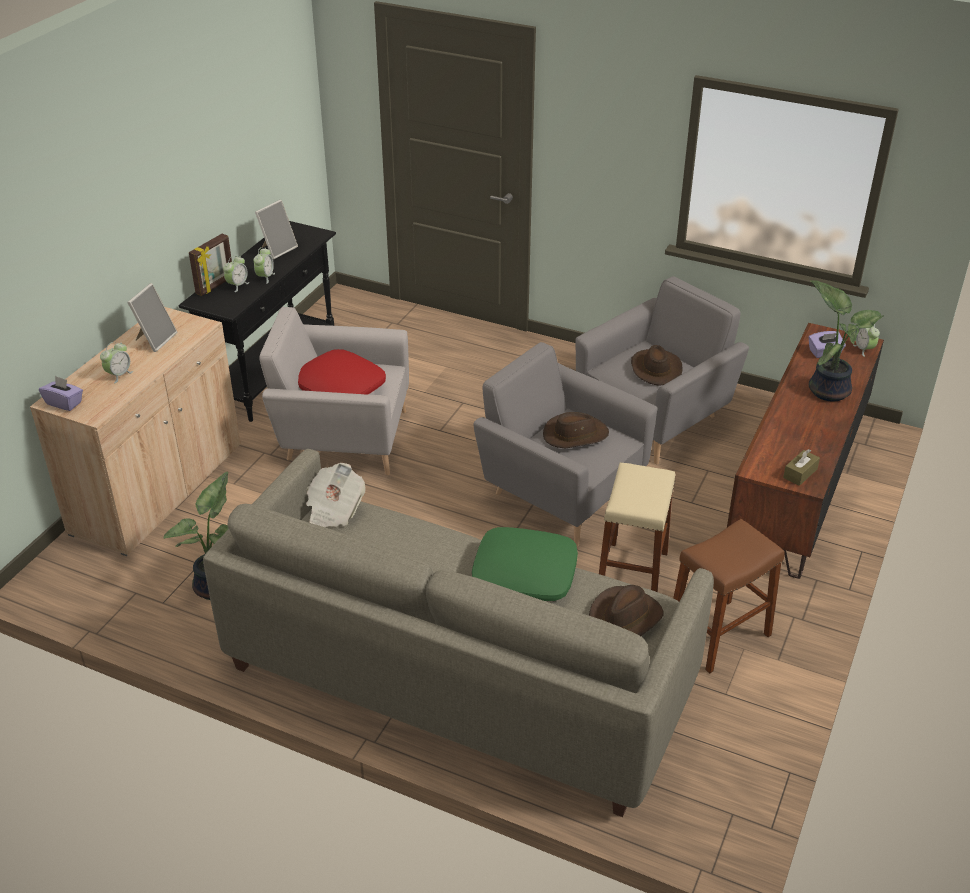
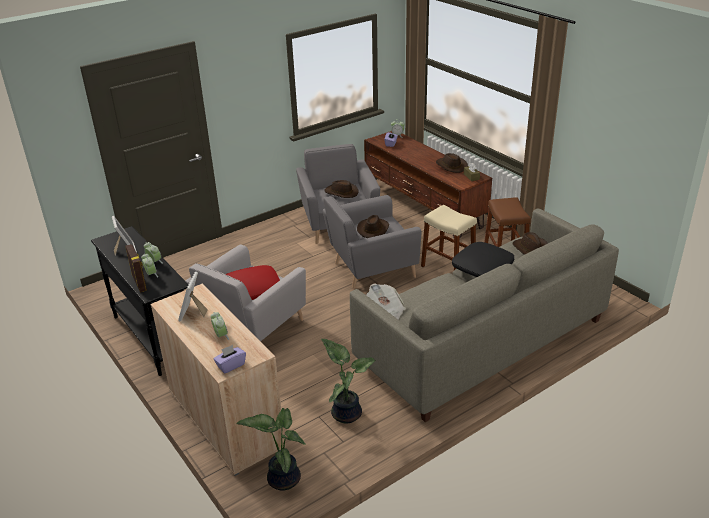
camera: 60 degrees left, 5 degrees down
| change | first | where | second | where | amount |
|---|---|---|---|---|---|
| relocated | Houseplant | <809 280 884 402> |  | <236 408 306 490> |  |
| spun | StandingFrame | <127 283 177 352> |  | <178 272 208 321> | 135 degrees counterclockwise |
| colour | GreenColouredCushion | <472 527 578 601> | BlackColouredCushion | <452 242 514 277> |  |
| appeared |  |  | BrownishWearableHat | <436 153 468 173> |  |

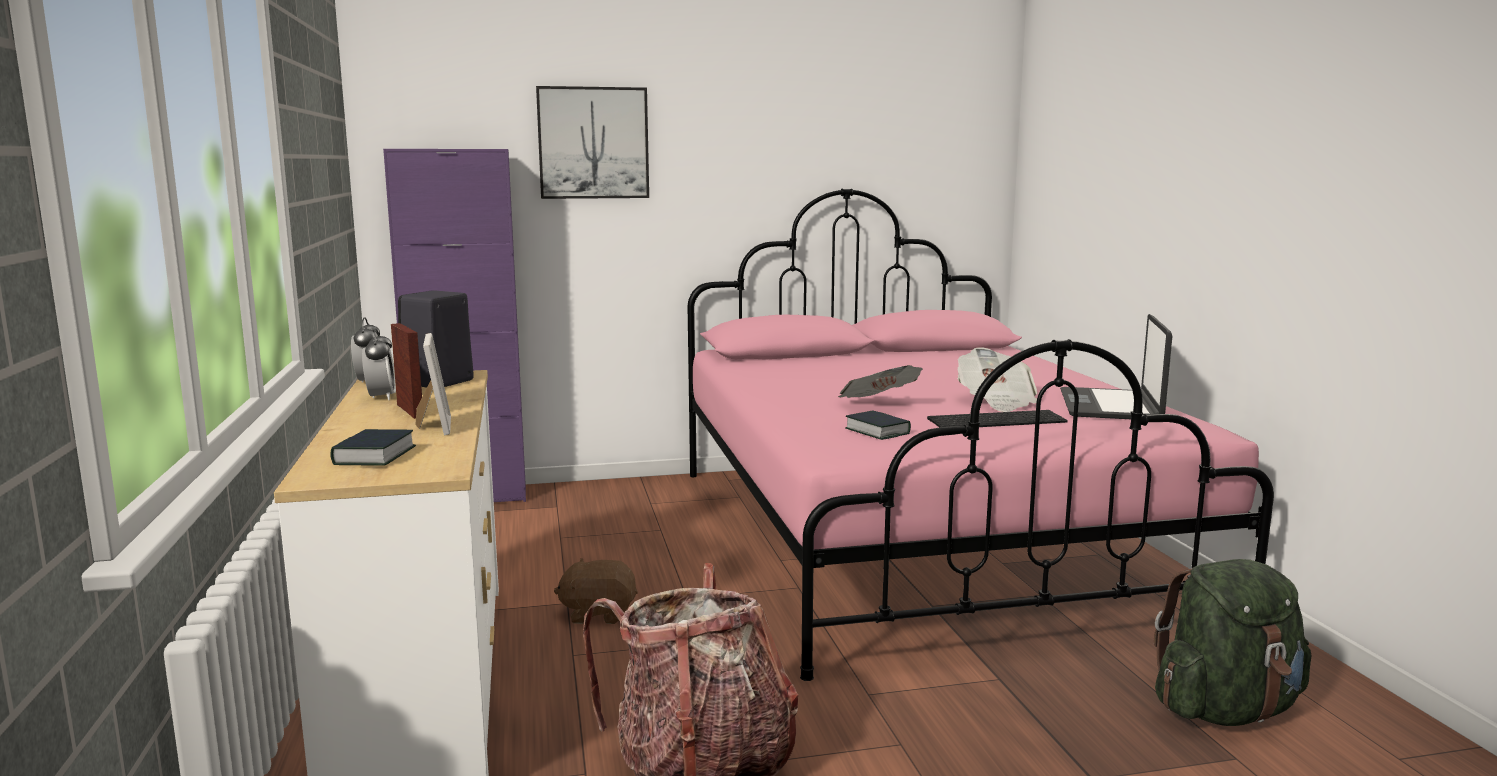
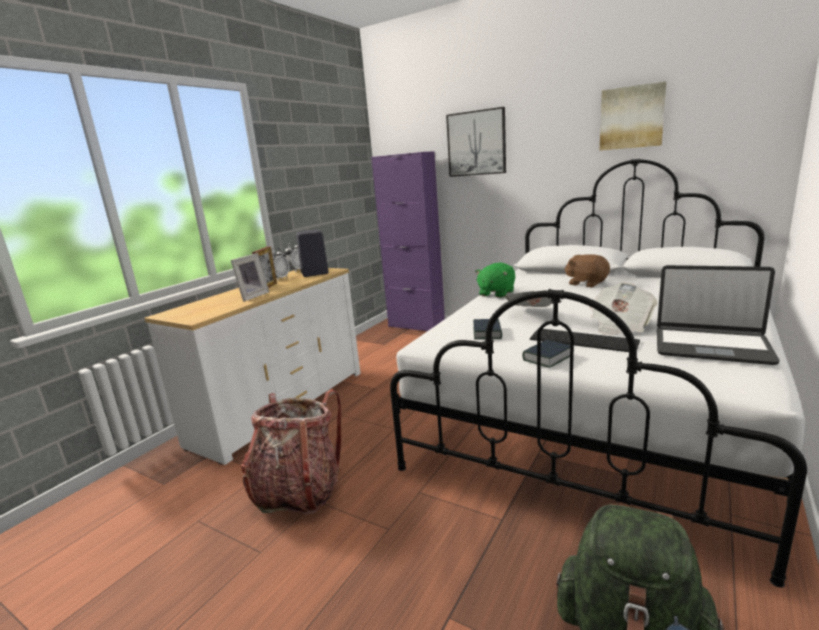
camera: 45 degrees right, 5 degrees up
| change | first | where | second | where | amount |
|---|---|---|---|---|---|
| colour | PinkColouredBedroomBed | <688 189 1274 681> | WhitishBedroomBed | <390 159 807 588> |  |
| spun | Laptop | <1060 314 1172 419> |  | <657 265 780 365> | 120 degrees counterclockwise |
| relocated | BoundBook | <330 429 416 466> |  | <522 340 570 368> |  |
| relocated | BrownishCuddlyToy | <554 558 638 624> |  | <565 254 610 287> |  |
| appeared |  |  | WallPicture | <599 81 667 151> |  |
| appeared |  |  | GreenColouredCuddlyToy | <475 262 515 298> |  |

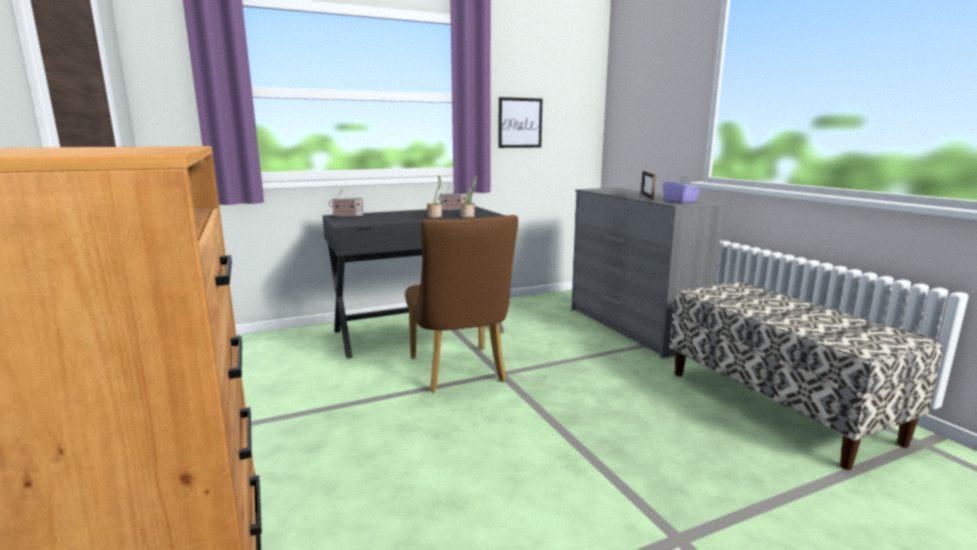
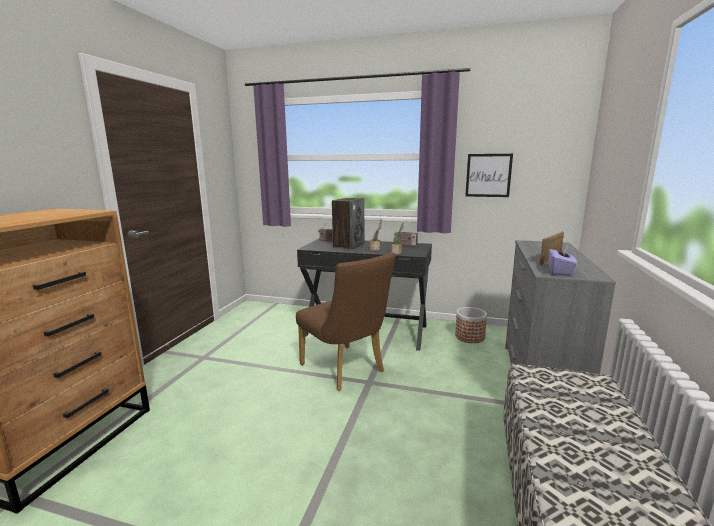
camera: 40 degrees right, 0 degrees up
| change | first | where | second | where | amount |
|---|---|---|---|---|---|
| spun | BrownishPlainChair | <405 215 518 392> |  | <296 253 396 391> | 60 degrees counterclockwise |
| appeared |  |  | Speaker | <332 198 364 250> |  |
| appeared |  |  | Planter | <455 307 487 343> |  |

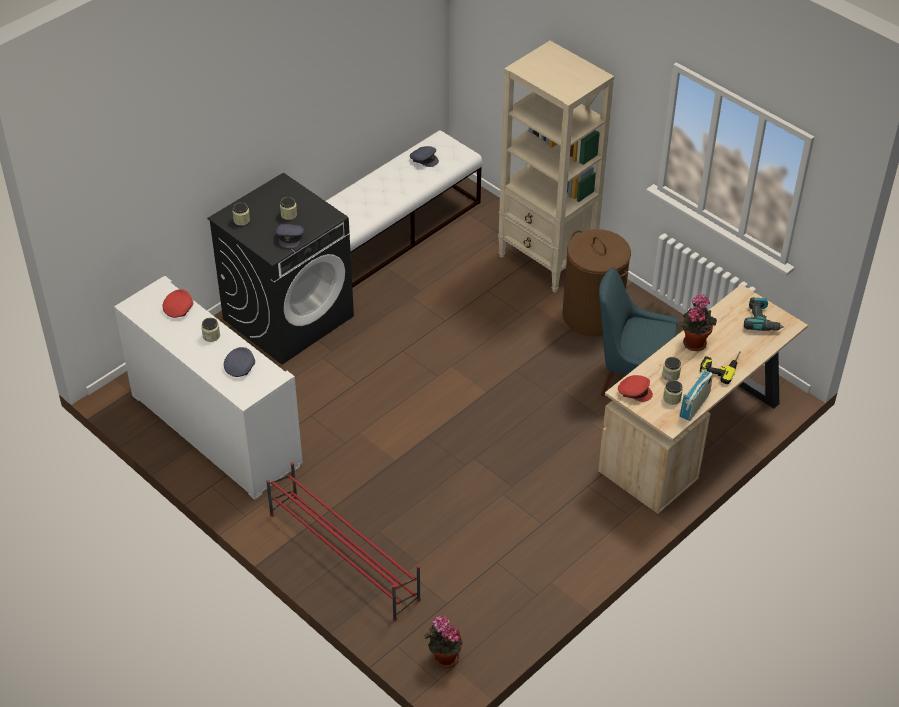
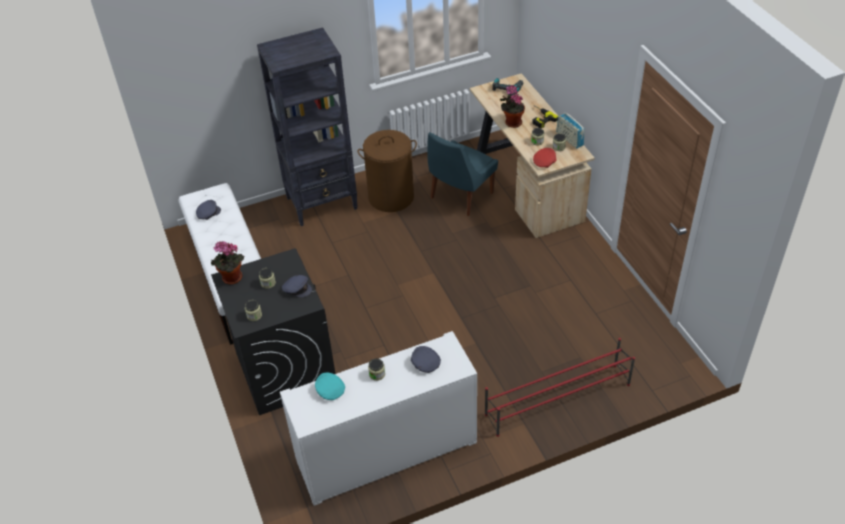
camera: 65 degrees left, 0 degrees up
| change | first | where | second | where | amount |
|---|---|---|---|---|---|
| colour | SandColouredShelvingUnit | <498 41 614 293> | BlackColouredShelvingUnit | <257 27 358 226> |  |
| colour | RedColouredPeakedCap | <162 289 193 318> | BlueGreenPeakedCap | <315 373 345 400> |  |
| relocated | Houseplant | <425 615 463 668> |  | <211 241 244 284> |  |

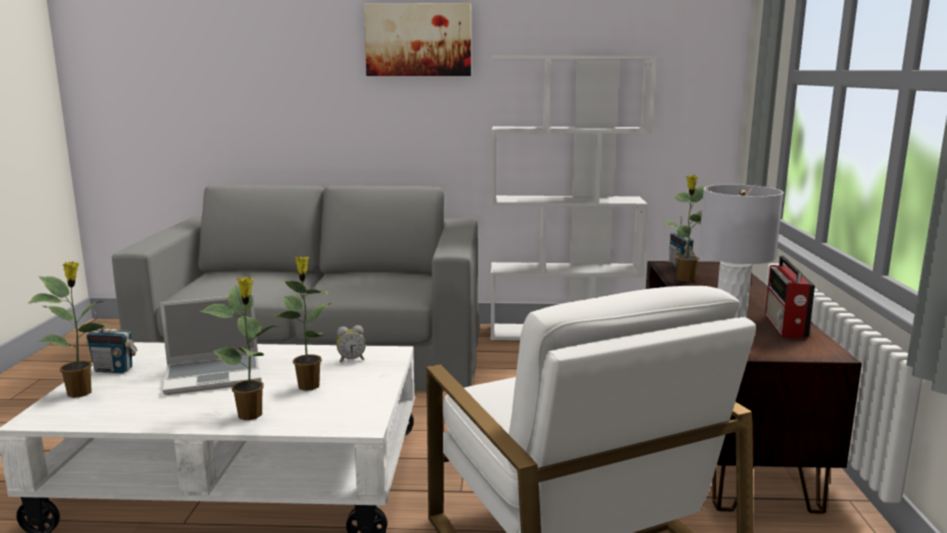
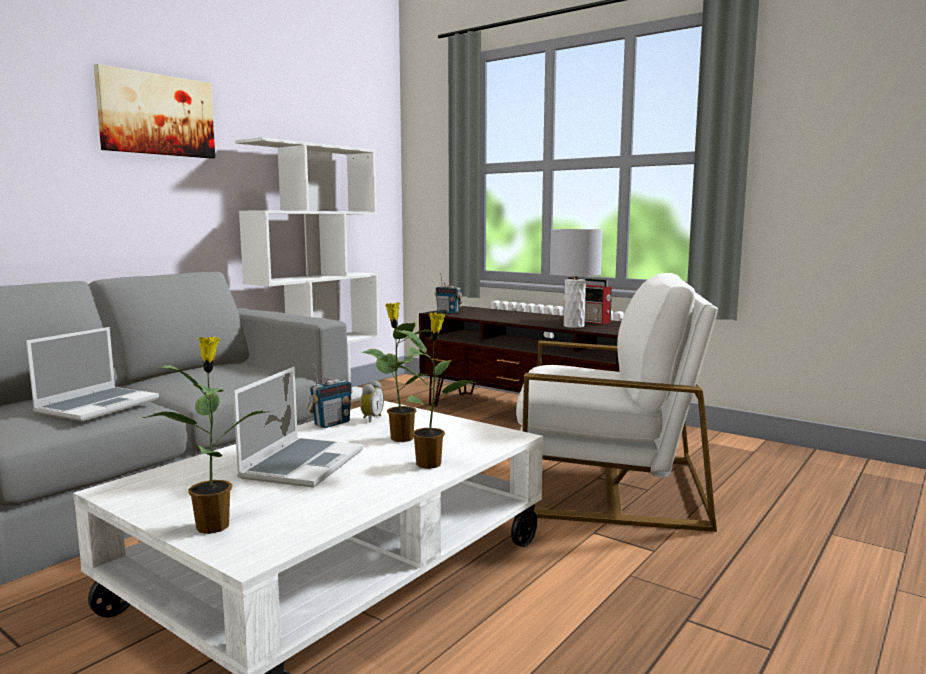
camera: 55 degrees left, 5 degrees down
| change | first | where | second | where | amount |
|---|---|---|---|---|---|
| missing | Houseplant | <662 175 709 282> |  |  |  |
| relocated | Radio | <86 309 137 373> |  | <307 363 352 428> |  |
| appeared |  |  | Laptop | <26 327 159 421> |  |

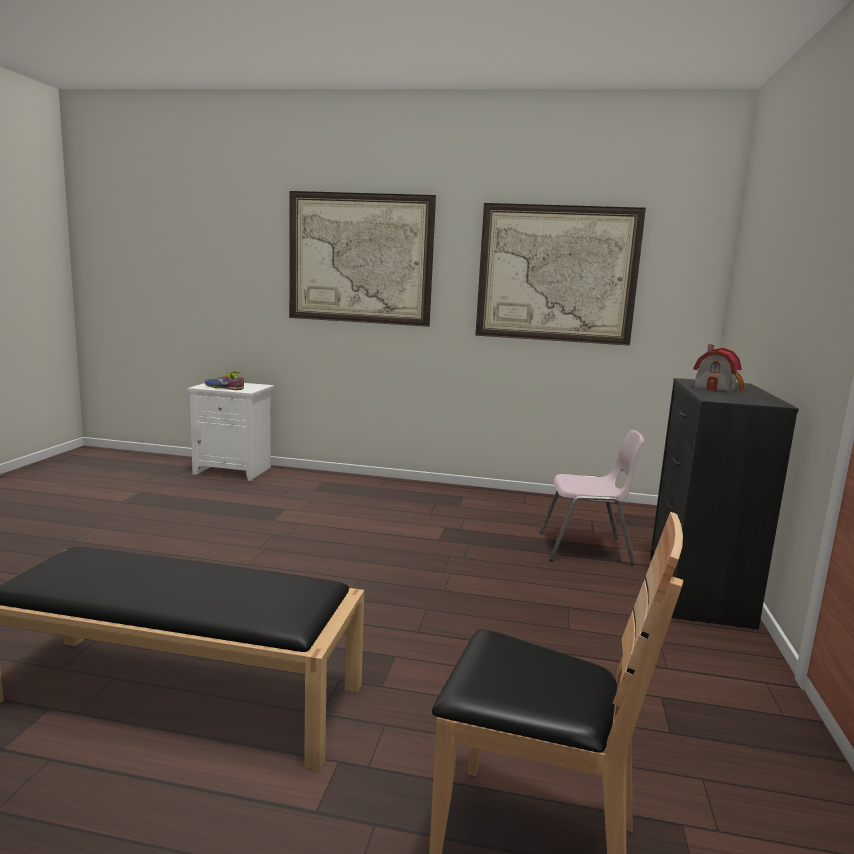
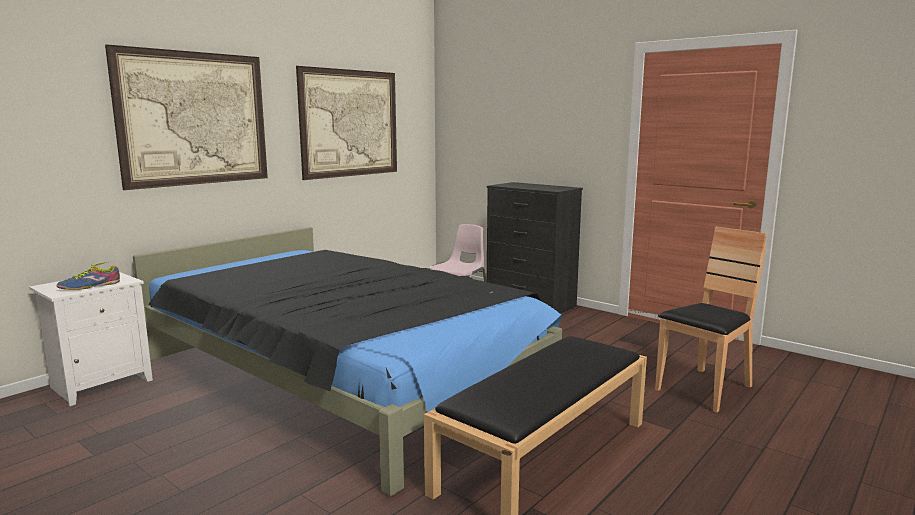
camera: 60 degrees left, 0 degrees up
| change | first | where | second | where | amount |
|---|---|---|---|---|---|
| missing | ModelHouse | <693 344 745 392> |  |  |  |
| appeared |  |  | BlackColouredBedroomBed | <133 227 562 496> |  |

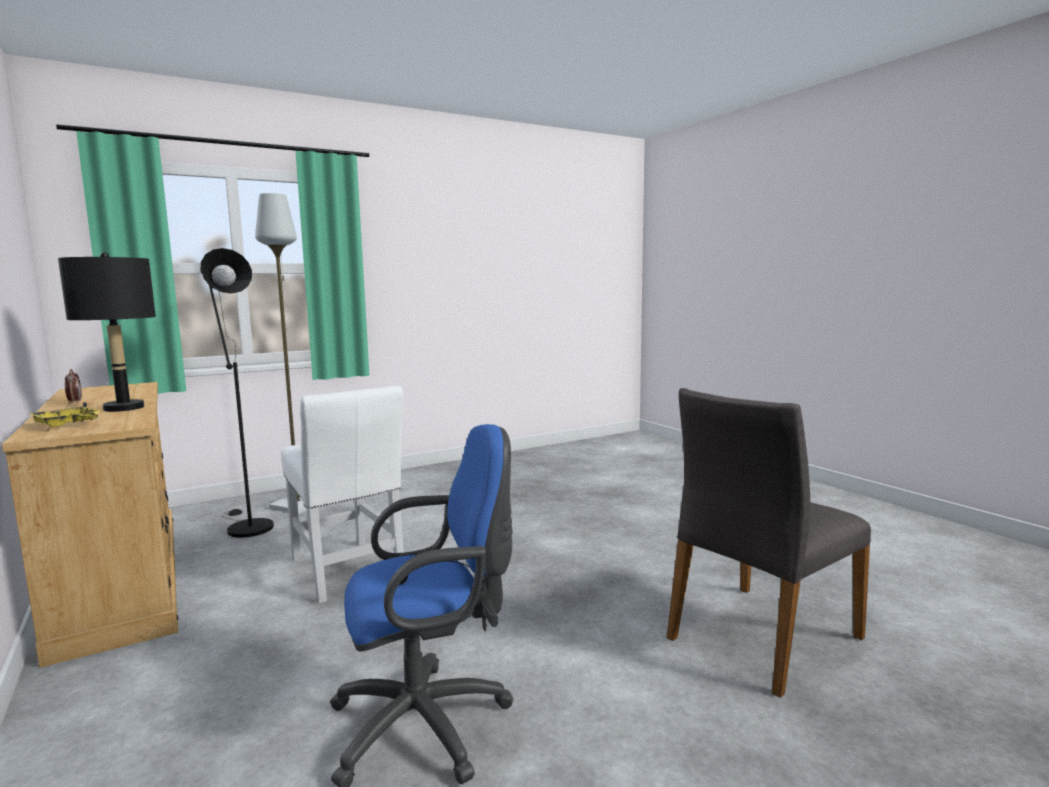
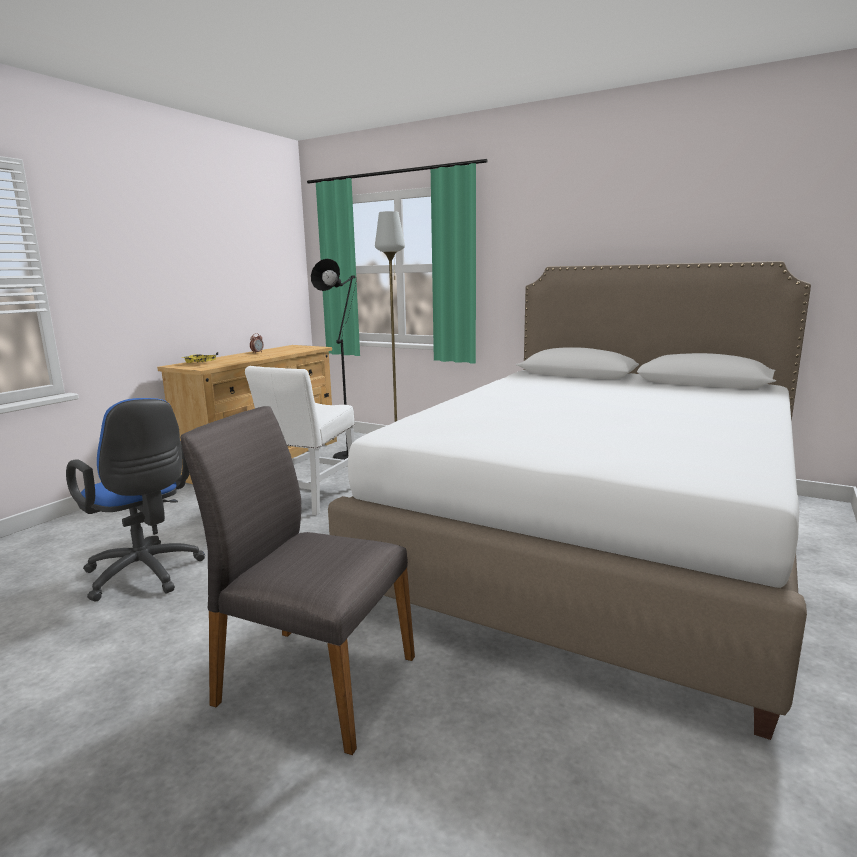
camera: 60 degrees right, 5 degrees up
| change | first | where | second | where | amount |
|---|---|---|---|---|---|
| missing | BlackColouredTabletopLamp | <58 252 156 412> |  |  |  |
| appeared |  |  | WhitishBedroomBed | <328 261 811 740> |  |

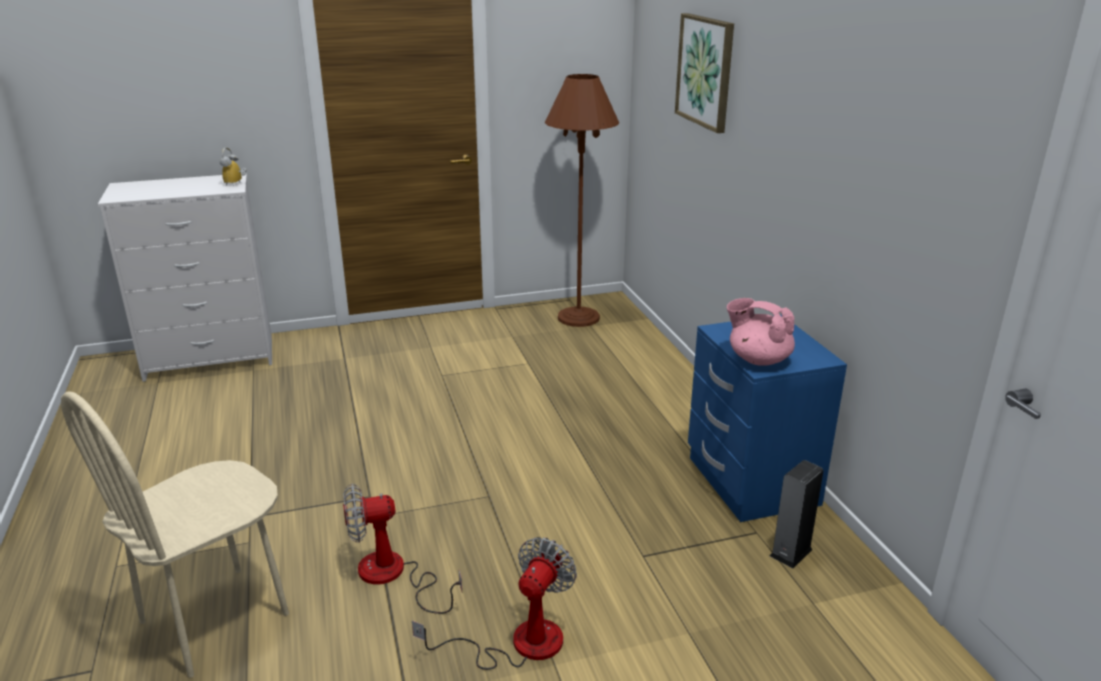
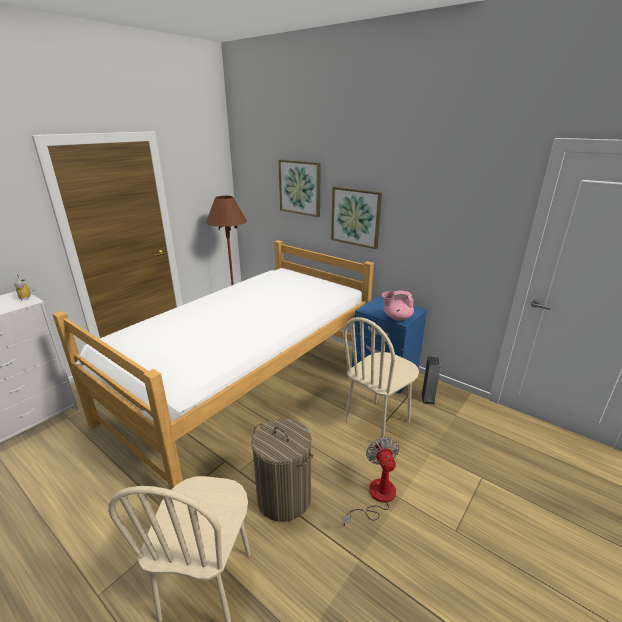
camera: 35 degrees left, 0 degrees up
| change | first | where | second | where | amount |
|---|---|---|---|---|---|
| exchanged | ElectricFan | <343 484 462 614> | Hamper | <252 419 314 522> |  |
| appeared |  |  | WallPicture | <331 187 382 249> |  |
| appeared |  |  | BedroomBed | <53 240 374 490> |  |
| appeared |  |  | SandColouredPlainChair | <343 317 419 438> |  |

